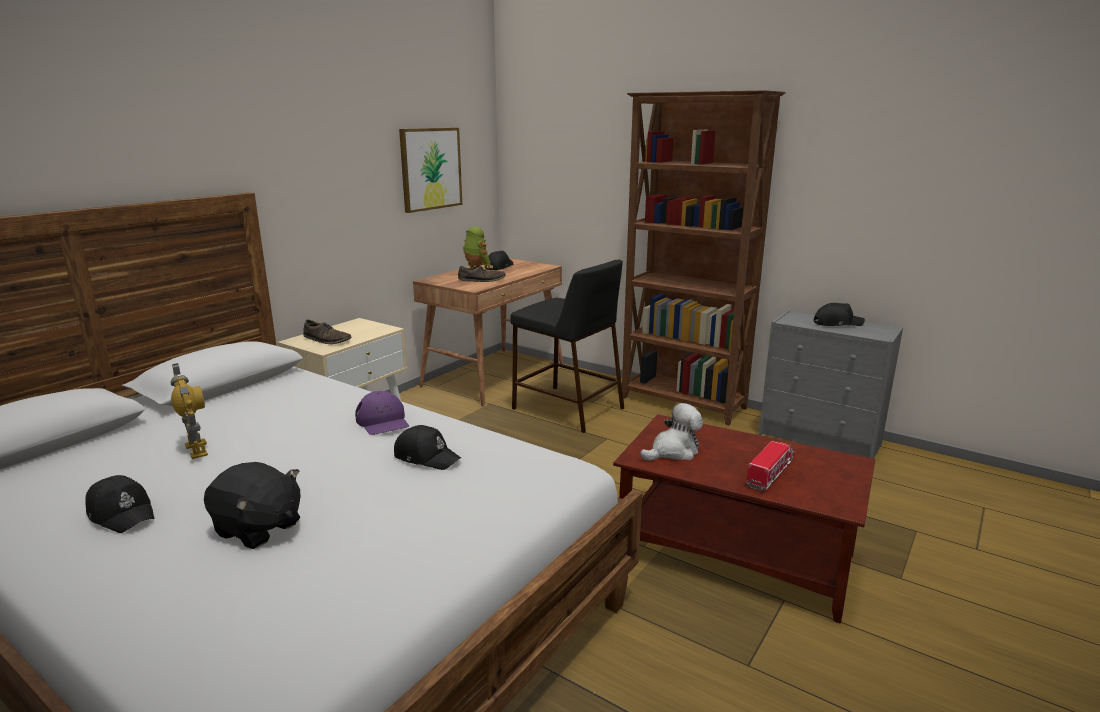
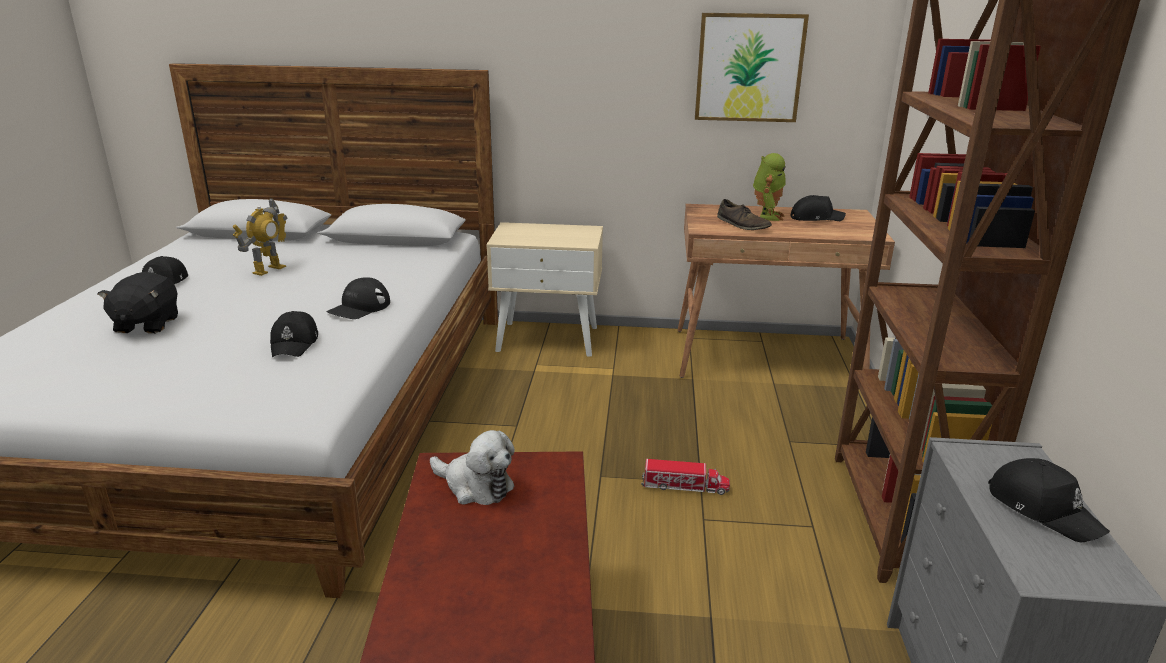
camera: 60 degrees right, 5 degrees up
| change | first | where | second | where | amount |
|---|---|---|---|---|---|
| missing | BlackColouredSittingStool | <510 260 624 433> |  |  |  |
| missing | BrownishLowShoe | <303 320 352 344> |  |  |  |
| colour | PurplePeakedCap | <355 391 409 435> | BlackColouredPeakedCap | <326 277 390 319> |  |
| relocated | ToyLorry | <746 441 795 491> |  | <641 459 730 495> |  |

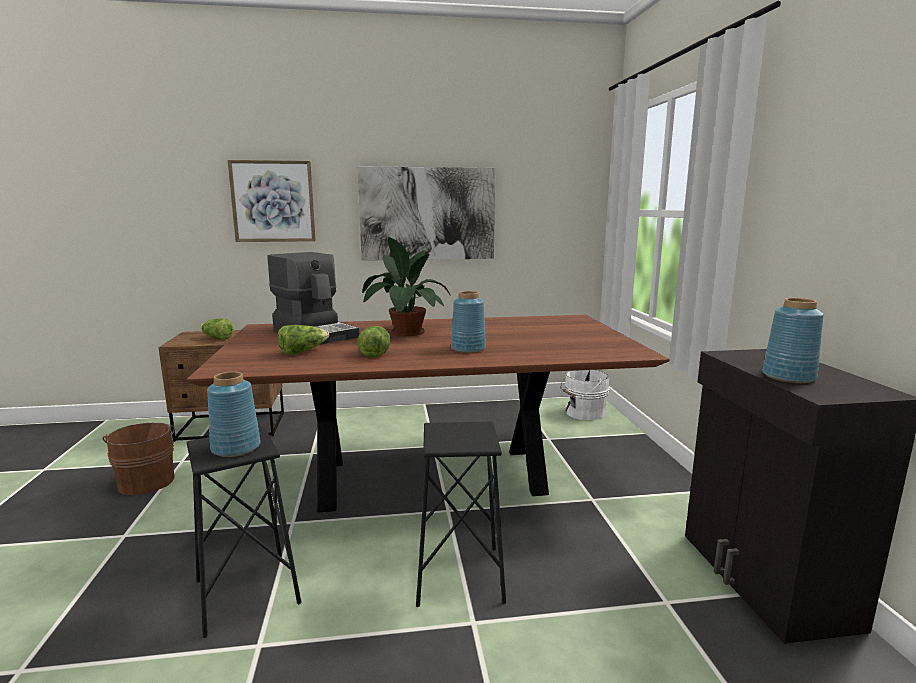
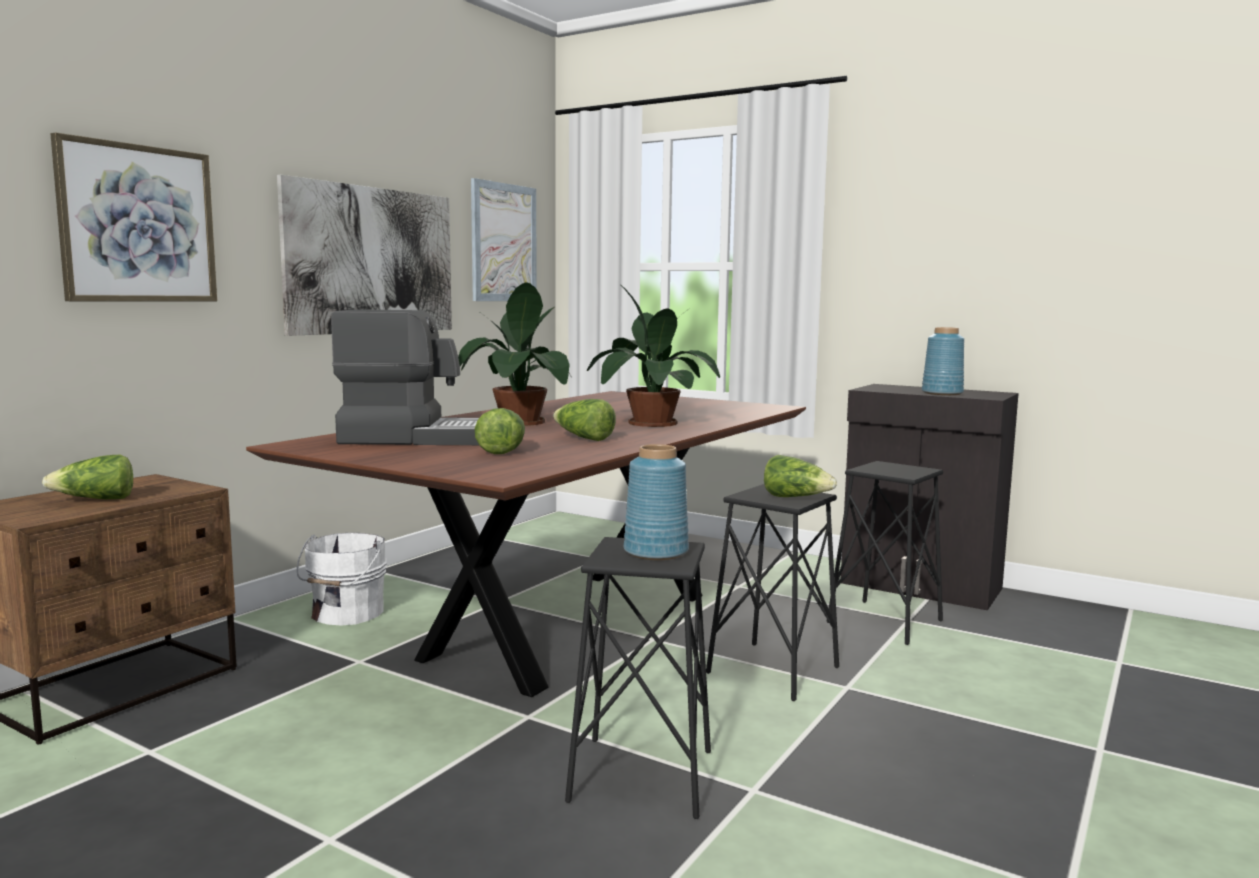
camera: 50 degrees left, 5 degrees down
| change | first | where | second | where | amount |
|---|---|---|---|---|---|
| exchanged | BluishDecorativeVase | <451 291 486 353> | Houseplant | <587 284 720 427> |  |
| relocated | WhitishWaterBucket | <560 370 609 420> |  | <297 533 387 626> |  |
| missing | BrownishWaterBucket | <103 423 175 495> |  |  |  |
| appeared |  |  | WallPicture | <471 178 537 301> |  |
| appeared |  |  | LettuceHead | <764 455 837 497> |  |
| appeared |  |  | BlackColouredSittingStool | <827 461 943 645> |  |

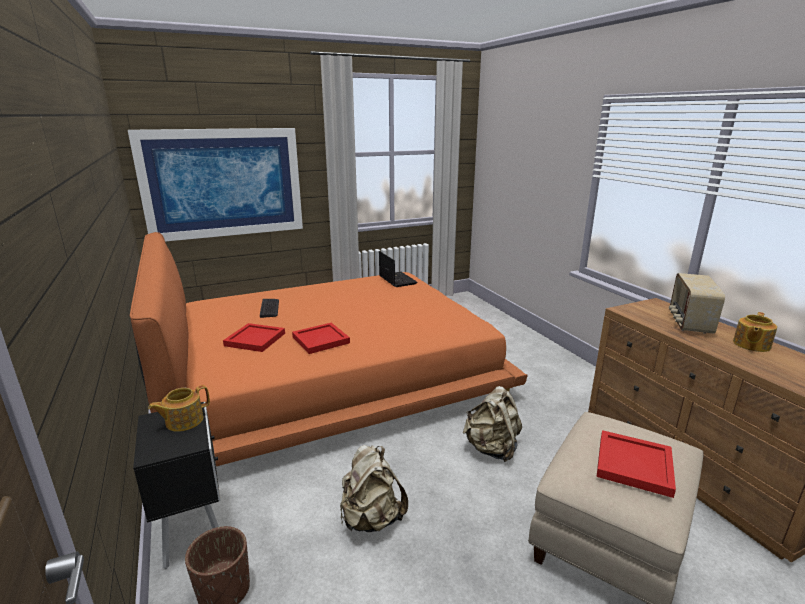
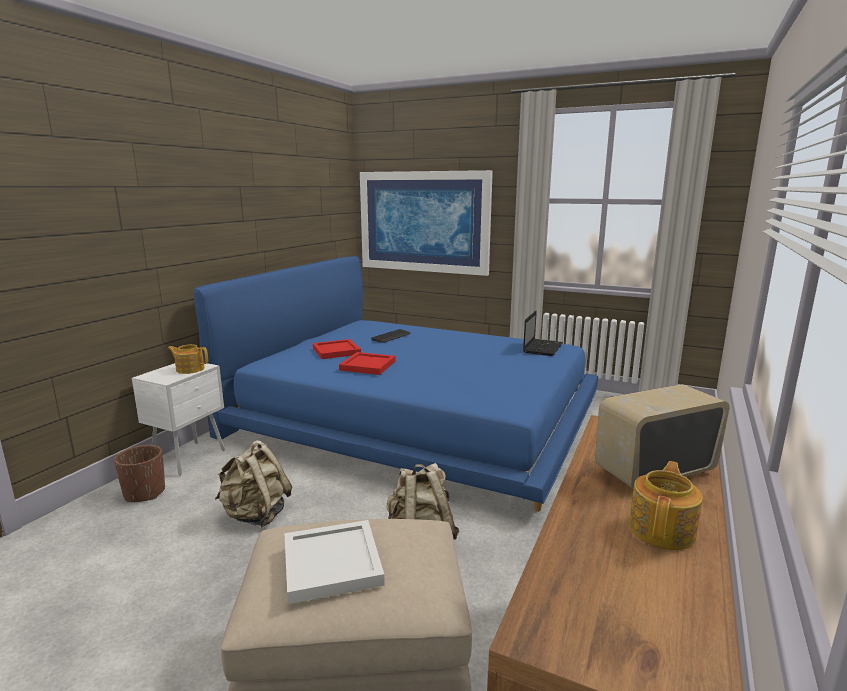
camera: 50 degrees right, 5 degrees down
| change | first | where | second | where | amount |
|---|---|---|---|---|---|
| colour | OrangeBedroomBed | <130 232 528 466> | BluishBedroomBed | <194 256 598 512> |  |
| spun | PotForTea | <733 312 777 352> |  | <629 461 703 550> | 120 degrees clockwise |
| colour | BlackColouredNightstand | <133 402 221 569> | WhitishNightstand | <132 363 225 476> |  |
| colour | RedColouredCarryingTray | <597 430 676 498> | WhitishCarryingTray | <284 520 385 604> |  |

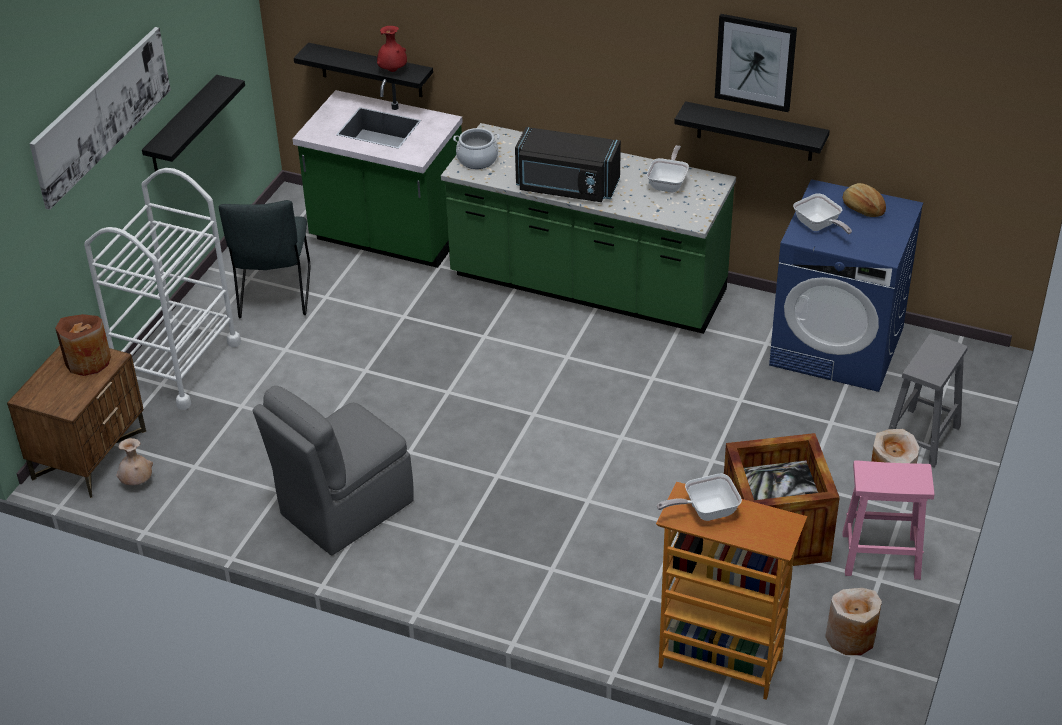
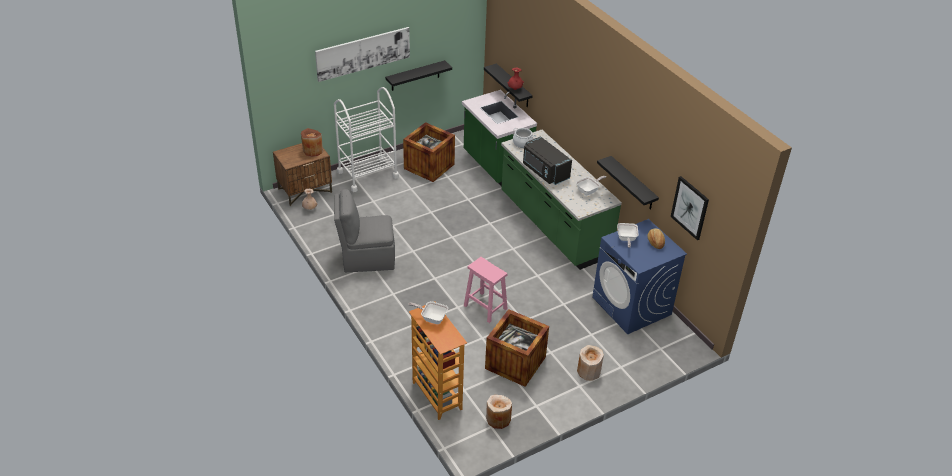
camera: 35 degrees right, 0 degrees up
| change | first | where | second | where | amount |
|---|---|---|---|---|---|
| relocated | WallPicture | <715 14 797 112> |  | <671 176 709 240> |  |
| exchanged | GrayPlainChair | <219 200 310 318> | ShippingCrate | <403 122 455 182> |  |
| missing | GraySittingStool | <889 333 968 468> |  |  |  |
| relocated | PinkColouredSittingStool | <842 460 934 580> |  | <464 257 508 323> |  |

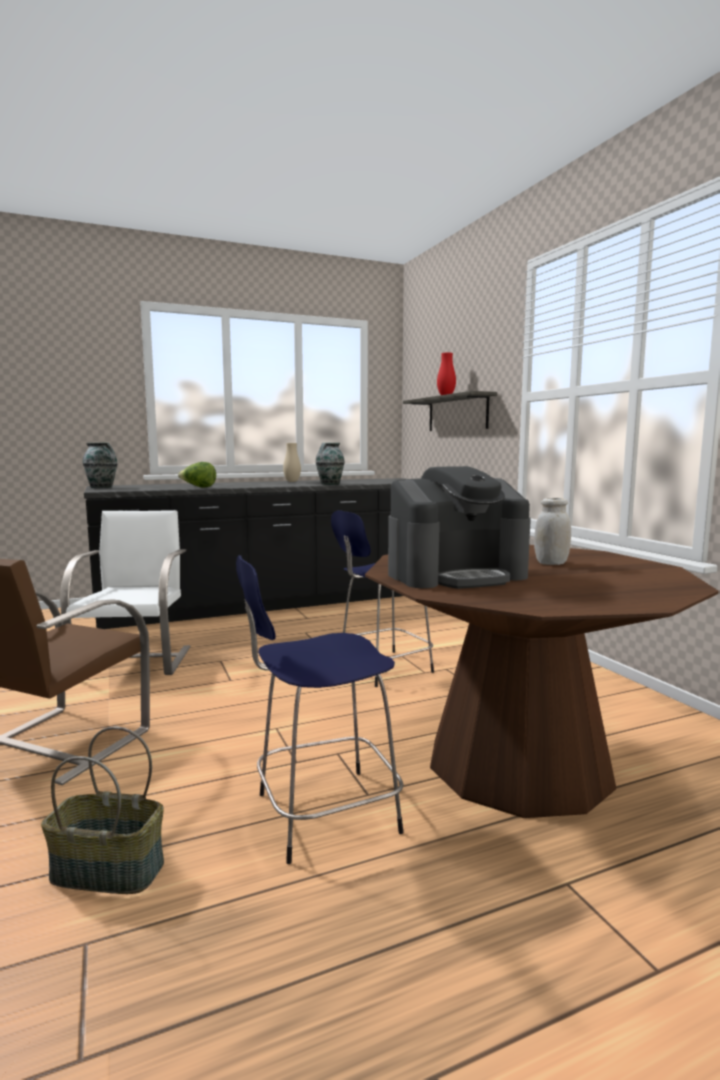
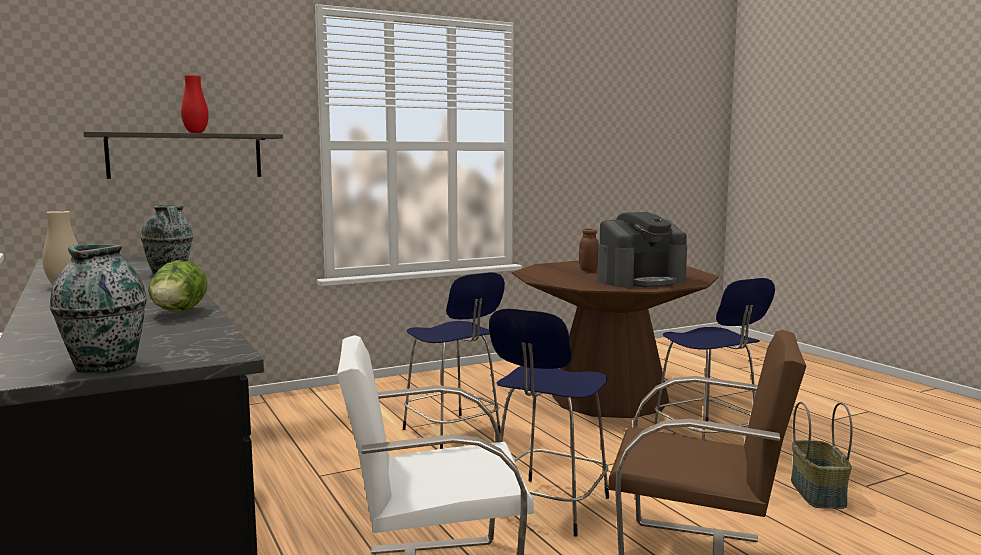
camera: 95 degrees left, 0 degrees up
| change | first | where | second | where | amount |
|---|---|---|---|---|---|
| spun | CoffeeBrewer | <388 466 531 589> |  | <598 212 687 288> | 90 degrees clockwise |
| colour | WhitishJar | <534 498 571 565> | BrownishJar | <579 229 599 272> |  |
| appeared |  |  | BluishSittingStool | <489 309 609 537> |  |

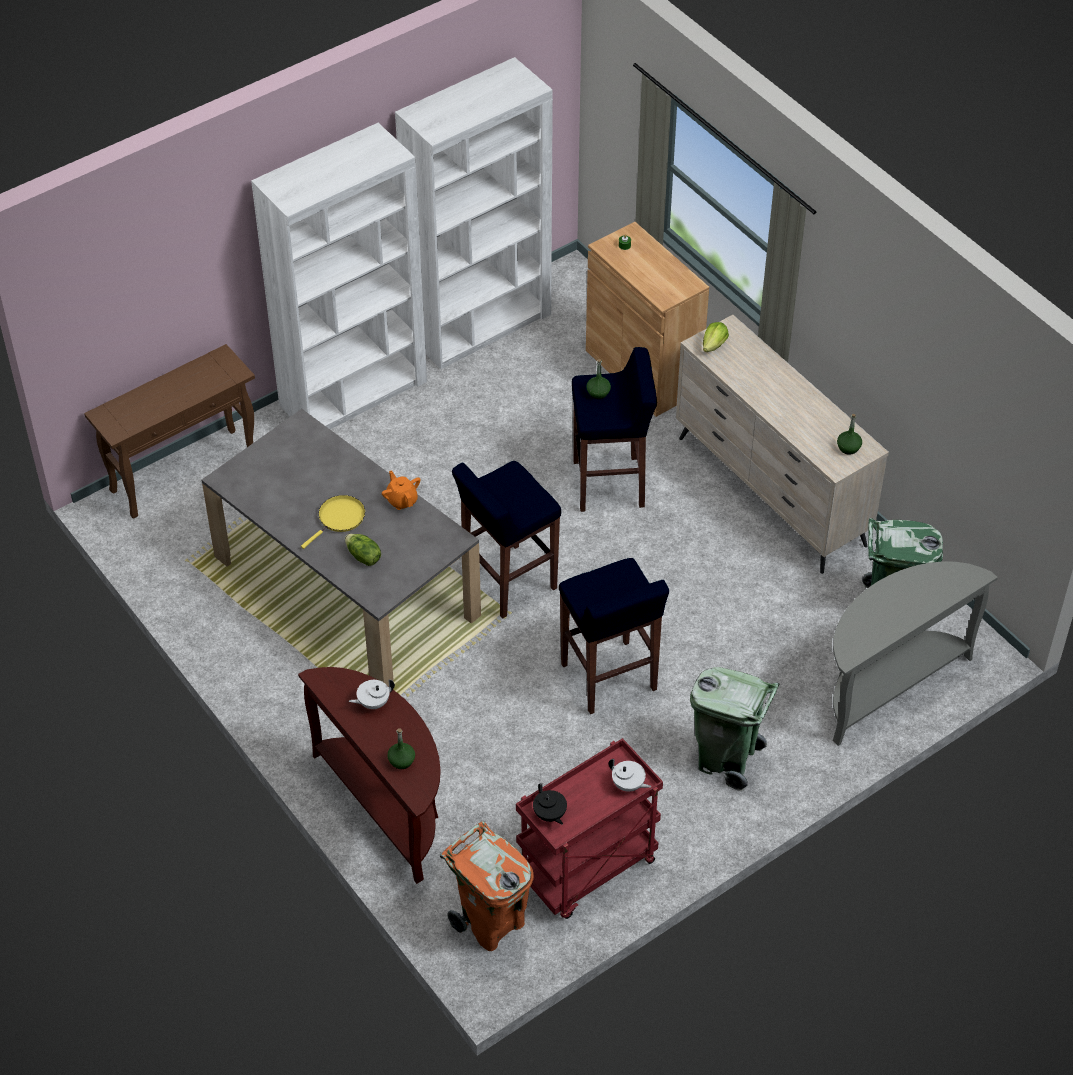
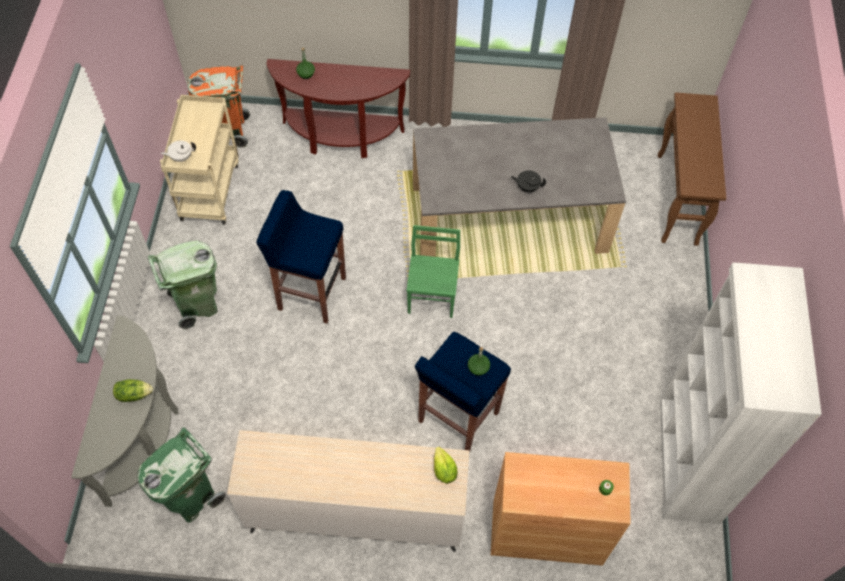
camera: 130 degrees right, 10 degrees up
| change | first | where | second | where | amount |
|---|---|---|---|---|---|
| missing | WhitishShelvingUnit | <251 123 427 429> |  |  |  |
| missing | GreenColouredBeverageBottle | <837 414 862 455> |  |  |  |
| exchanged | BluishSittingStool | <452 461 561 619> | GreenColouredPlainChair | <406 225 460 318> |  |
| missing | OrangePotForTea | <382 470 421 510> |  |  |  |
| missing | YellowPan | <301 495 365 549> |  |  |  |
| relocated | LettuceHead | <345 534 381 566> |  | <113 379 153 402> |  |
| missing | WhitishPotForTea | <349 679 395 709> |  |  |  |
| colour | RedColouredTrolley | <516 738 663 919> | SandColouredTrolley | <160 95 239 225> |  |
| relocated | BlackColouredPotForTea | <533 783 567 825> |  | <511 171 546 192> |  |

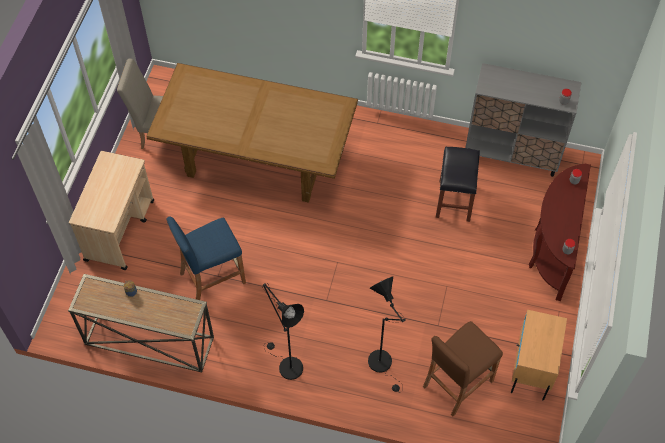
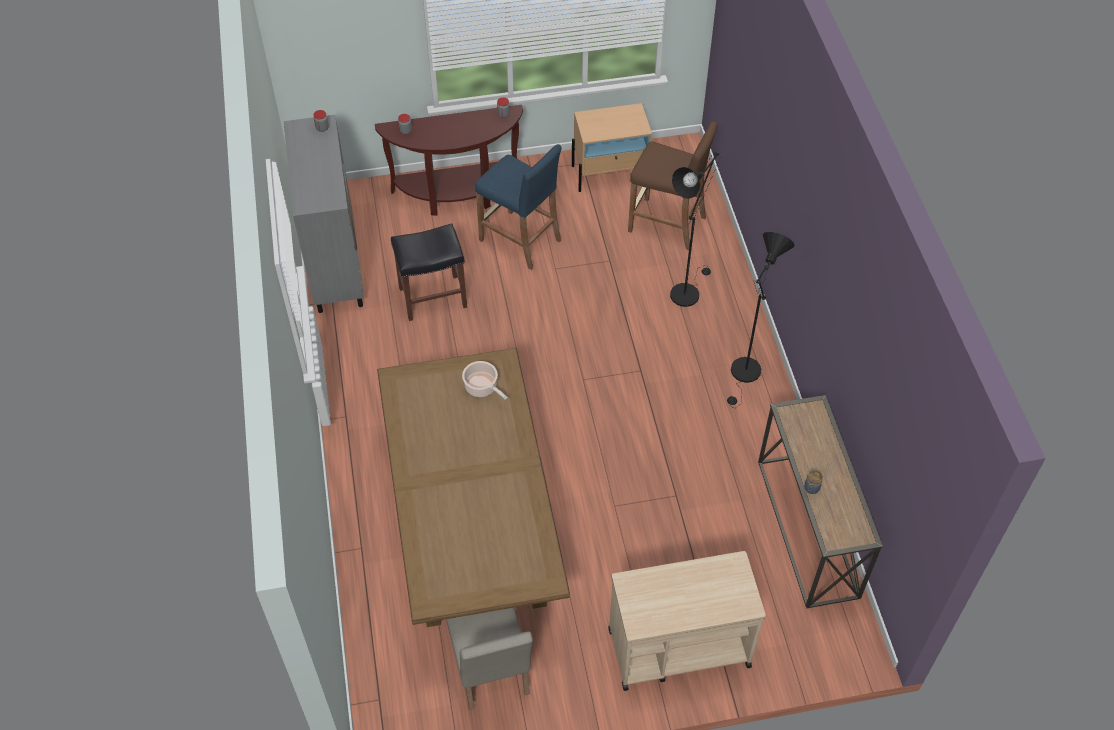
camera: 115 degrees left, 5 degrees down
| change | first | where | second | where | amount |
|---|---|---|---|---|---|
| relocated | BluishSittingStool | <167 216 246 300> |  | <475 144 562 270> |  |
| appeared |  |  | Stockpot | <462 361 508 400> |  |

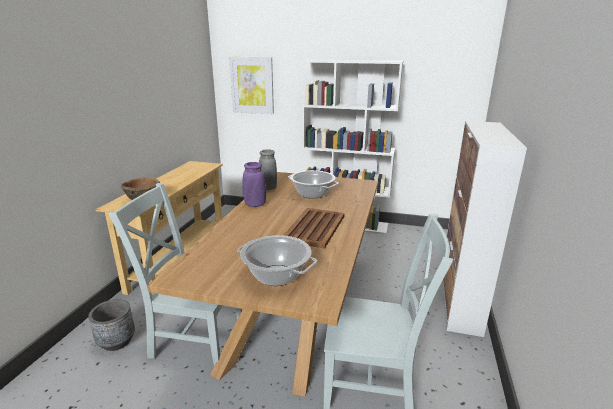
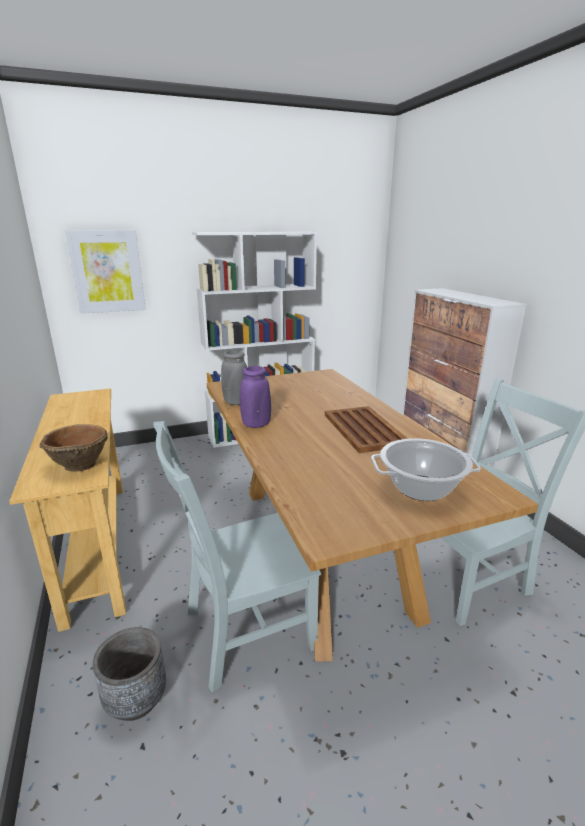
camera: 35 degrees left, 0 degrees up
| change | first | where | second | where | amount |
|---|---|---|---|---|---|
| missing | Stockpot | <288 170 339 199> |  |  |  |

